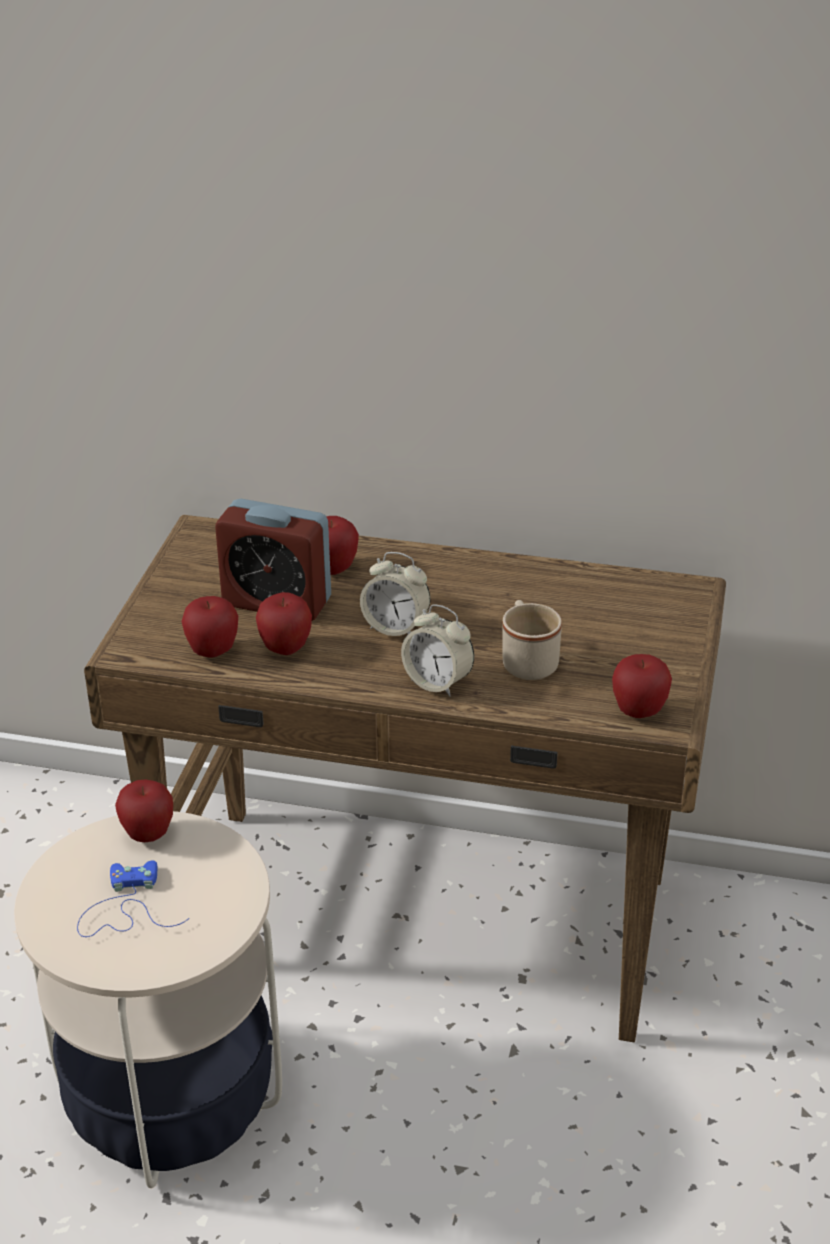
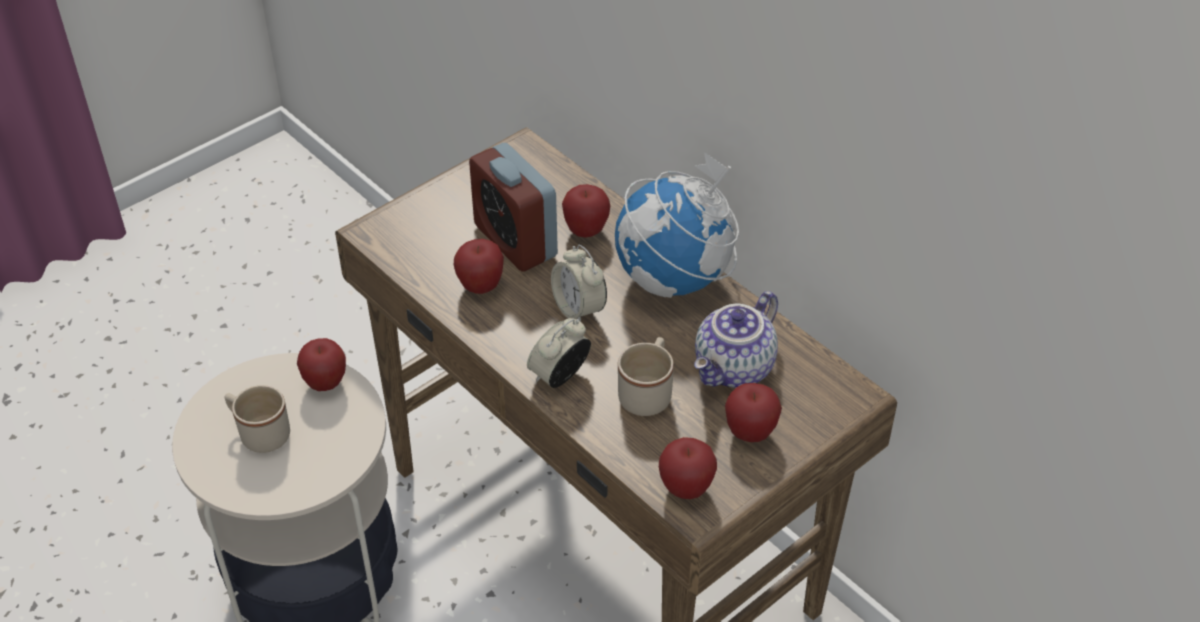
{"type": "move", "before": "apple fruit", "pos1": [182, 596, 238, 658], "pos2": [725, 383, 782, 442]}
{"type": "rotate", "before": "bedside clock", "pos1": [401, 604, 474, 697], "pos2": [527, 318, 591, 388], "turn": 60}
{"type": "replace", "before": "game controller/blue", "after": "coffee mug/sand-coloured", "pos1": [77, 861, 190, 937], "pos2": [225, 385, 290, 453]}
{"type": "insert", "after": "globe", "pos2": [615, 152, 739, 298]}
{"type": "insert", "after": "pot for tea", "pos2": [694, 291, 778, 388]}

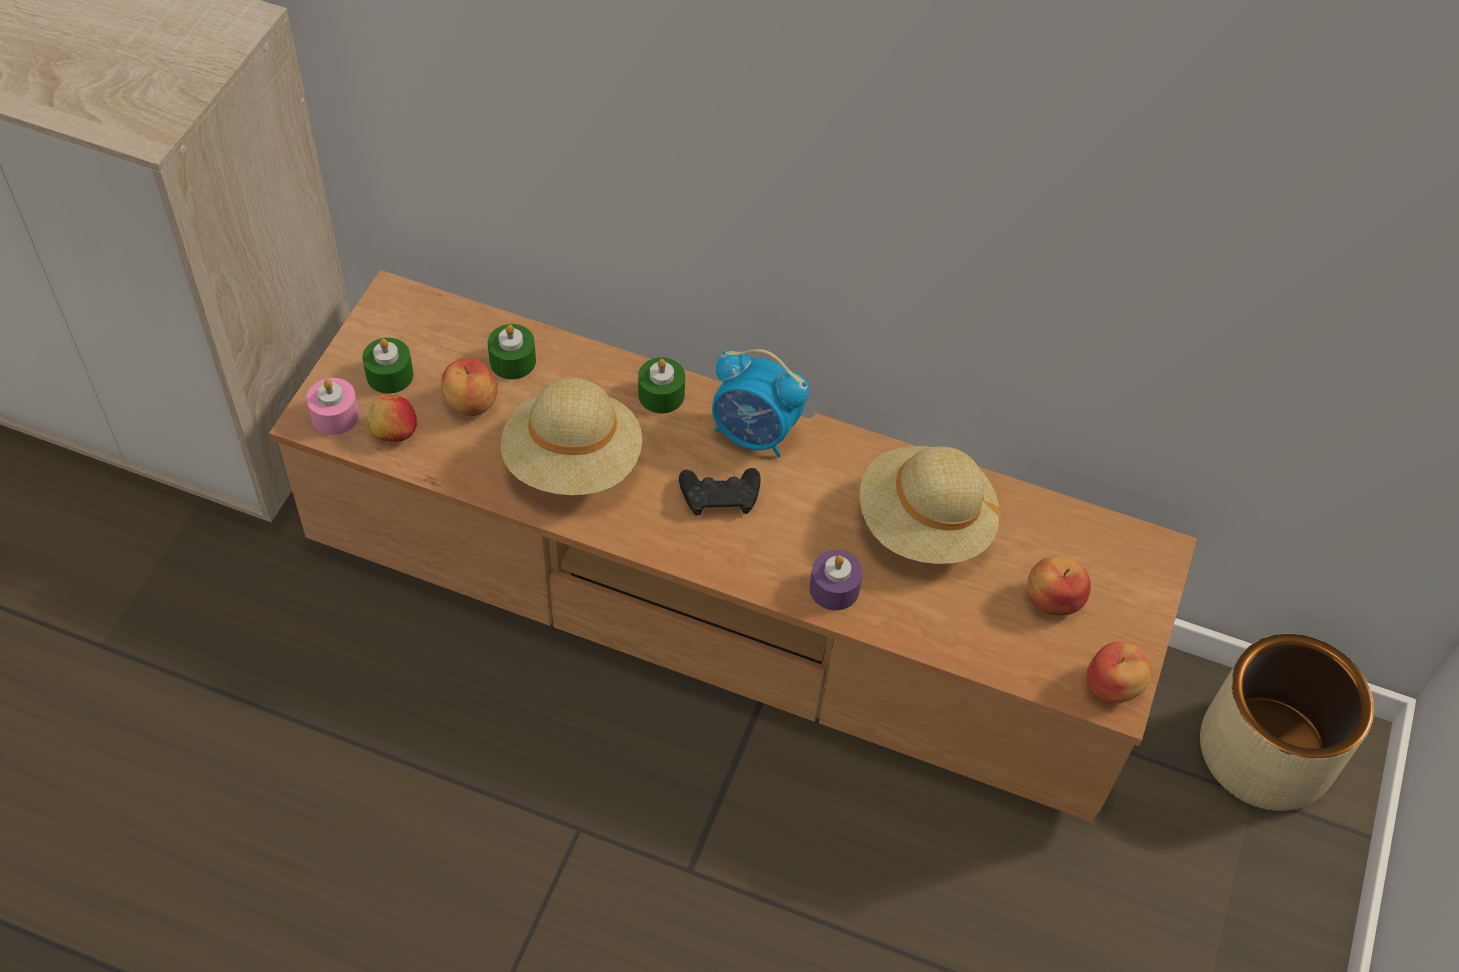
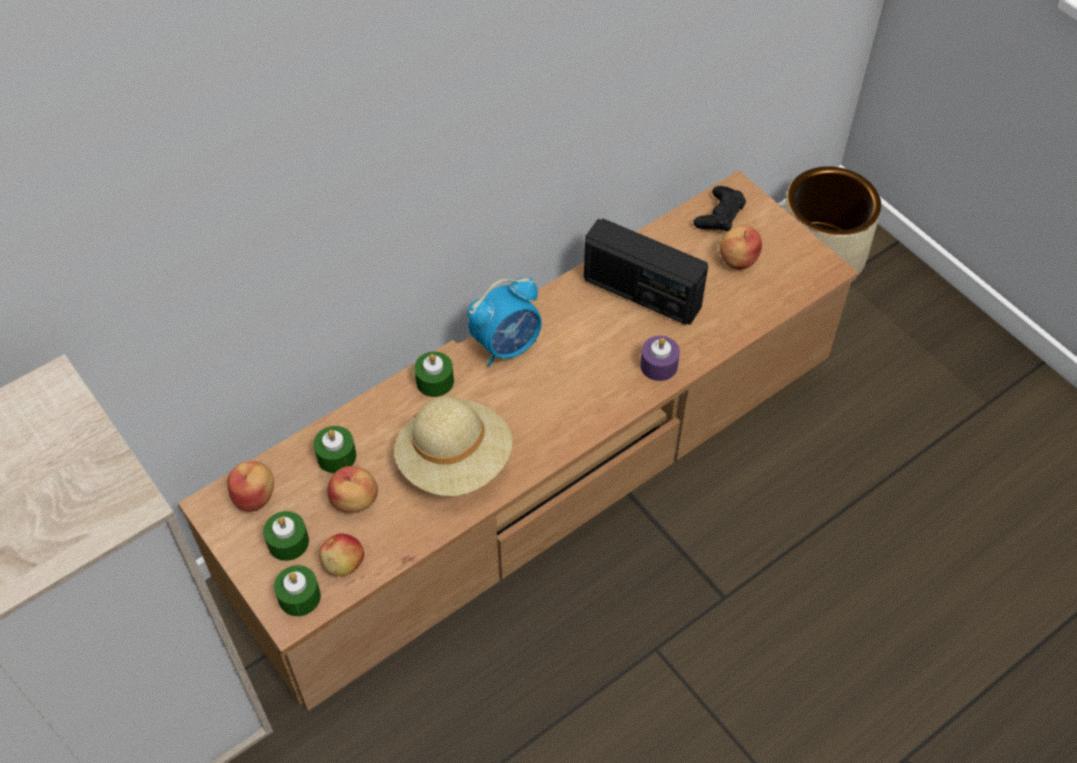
{"type": "recolor", "before": "wax light/pink", "after": "wax light/green", "pos1": [306, 378, 359, 435], "pos2": [274, 565, 321, 616]}
{"type": "replace", "before": "hat/sand-coloured", "after": "radio receiver", "pos1": [860, 446, 1000, 564], "pos2": [584, 219, 708, 325]}
{"type": "move", "before": "game controller/blackish", "pos1": [679, 468, 761, 516], "pos2": [693, 186, 746, 232]}
{"type": "move", "before": "apple fruit", "pos1": [1086, 641, 1152, 703], "pos2": [228, 461, 274, 512]}

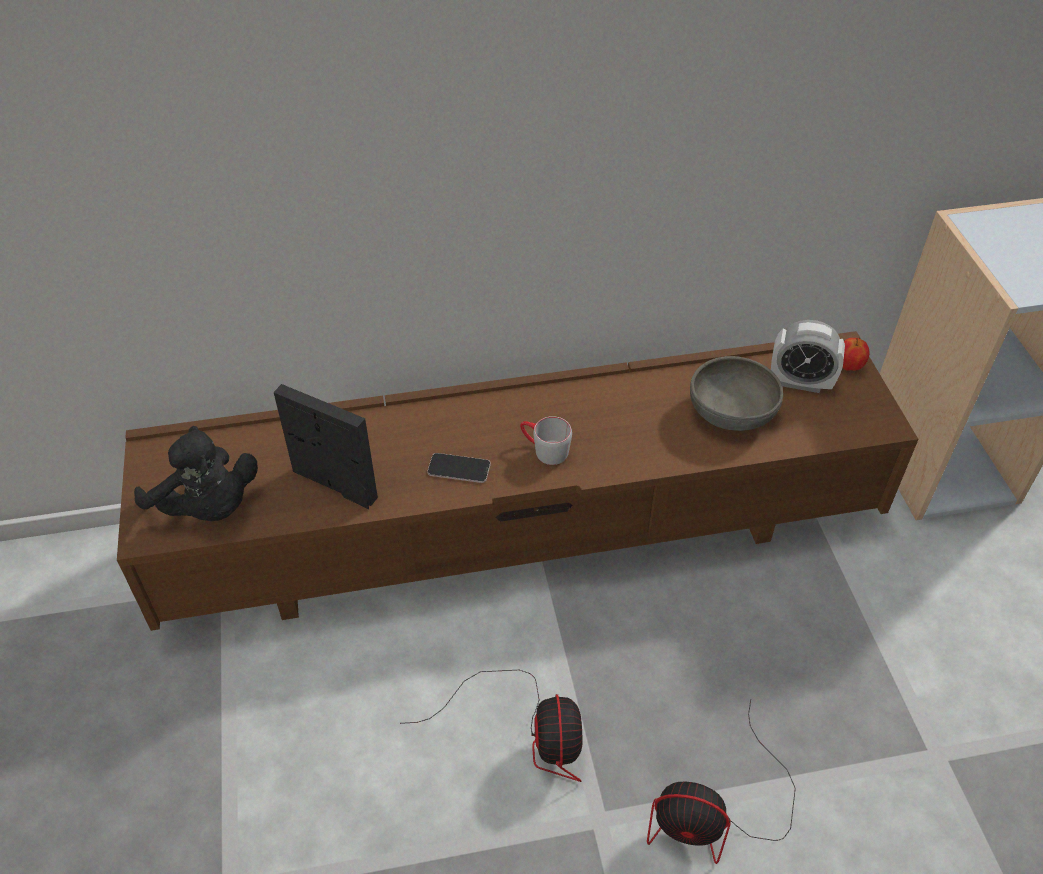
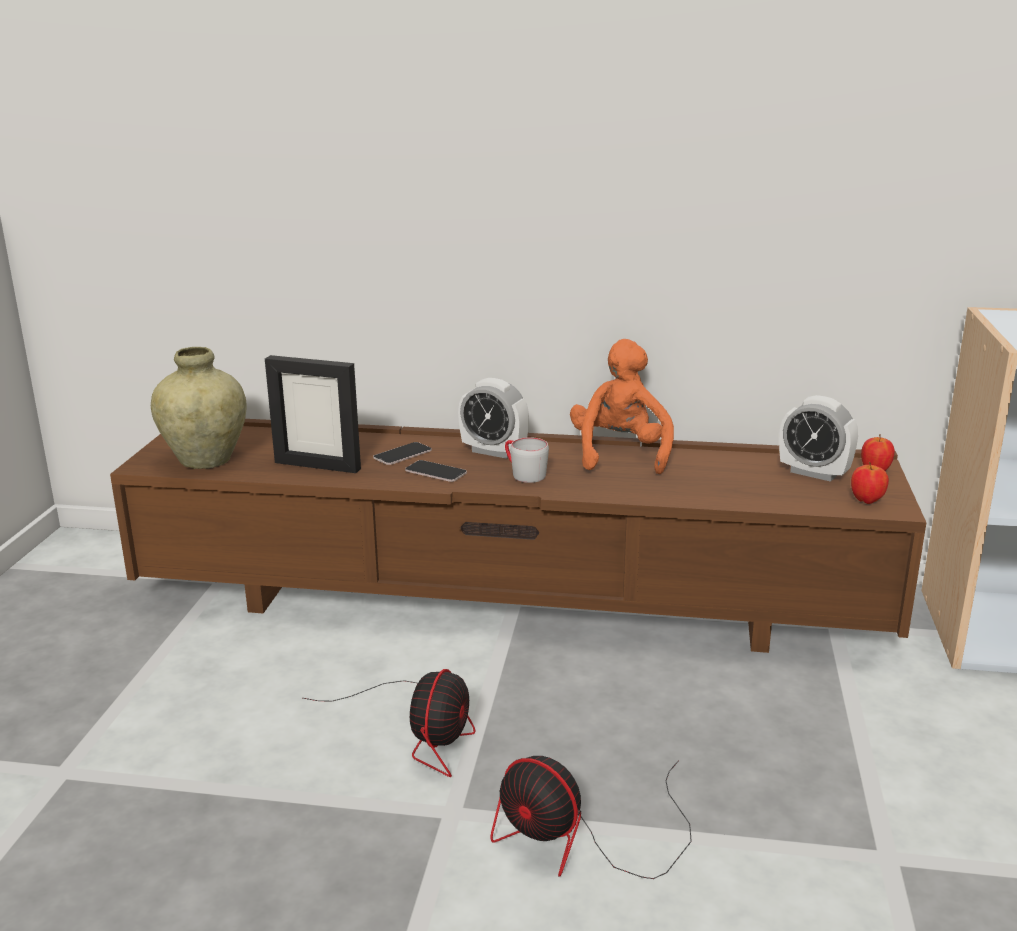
{"type": "delete", "before": "deep dish/gray", "pos1": [690, 356, 783, 431]}
{"type": "rotate", "before": "picture frame", "pos1": [274, 384, 378, 509], "pos2": [265, 355, 361, 473], "turn": 150}
{"type": "replace", "before": "plush toy/blackish", "after": "vase/sand-coloured", "pos1": [134, 426, 258, 521], "pos2": [151, 347, 246, 469]}
{"type": "insert", "after": "plush toy/orangey", "pos2": [570, 339, 674, 474]}
{"type": "insert", "after": "bedside clock", "pos2": [458, 378, 529, 459]}
{"type": "insert", "after": "phone", "pos2": [373, 442, 432, 465]}
{"type": "insert", "after": "apple fruit", "pos2": [851, 462, 889, 504]}

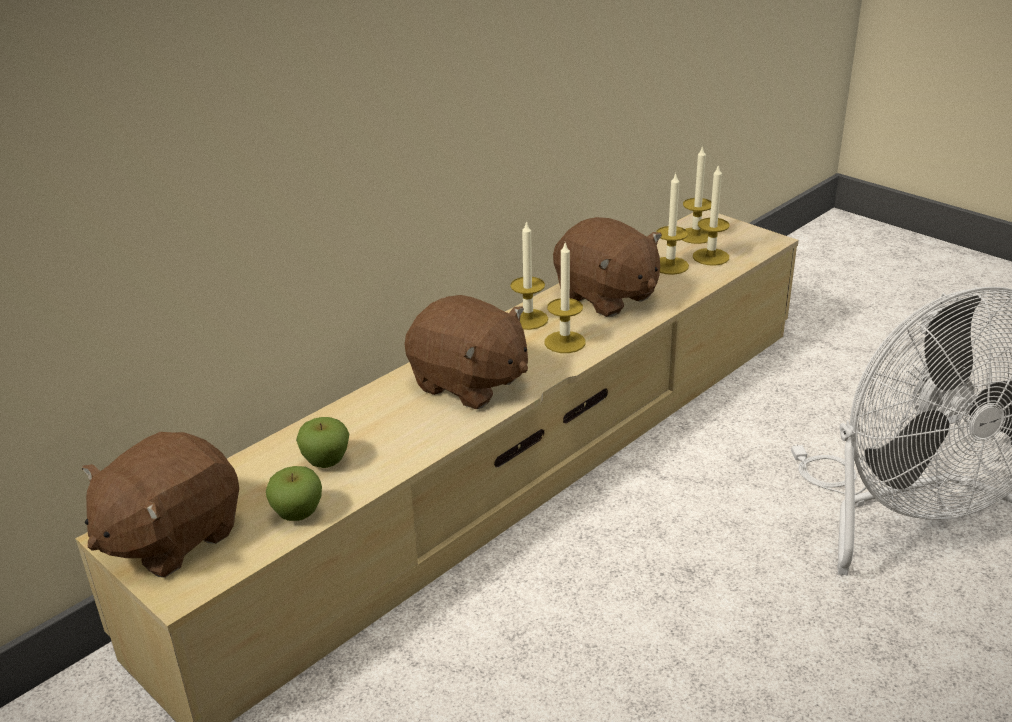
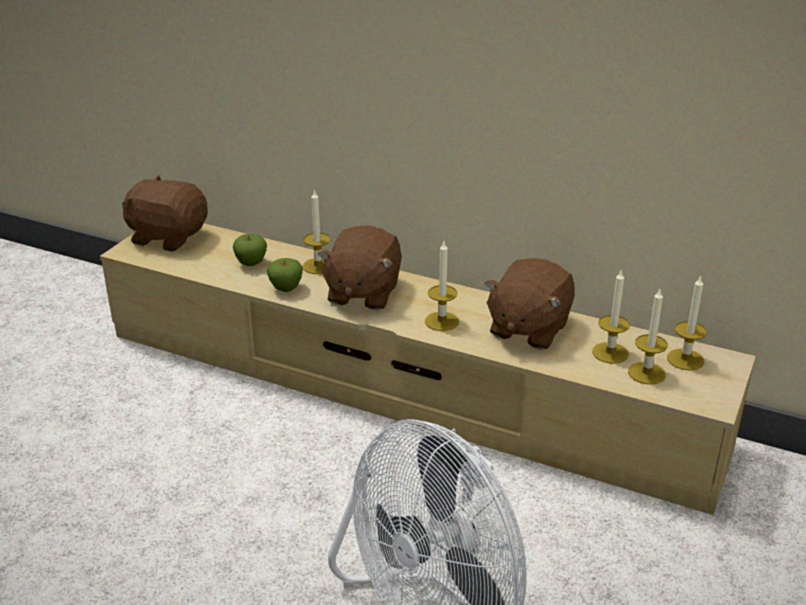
{"type": "move", "before": "wax light", "pos1": [510, 221, 548, 330], "pos2": [303, 189, 331, 274]}
{"type": "move", "before": "apple fruit", "pos1": [266, 466, 322, 521], "pos2": [267, 258, 303, 292]}

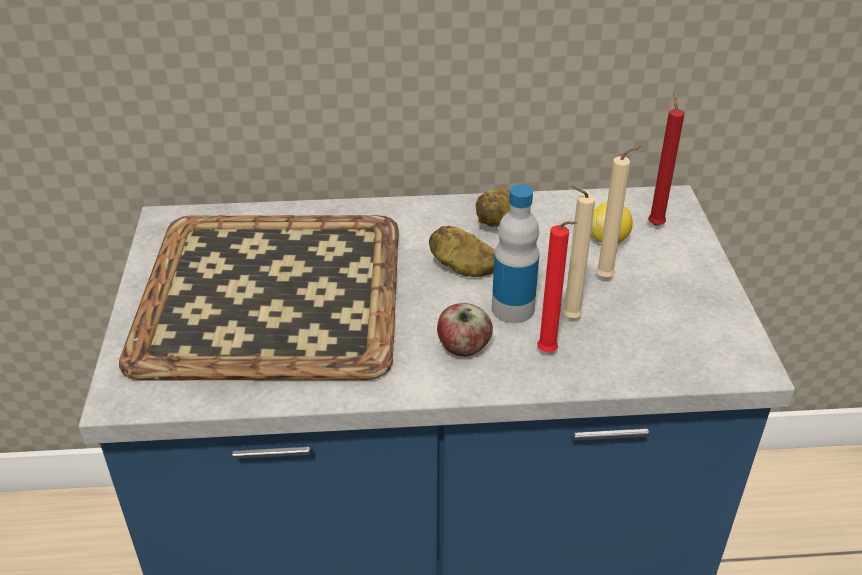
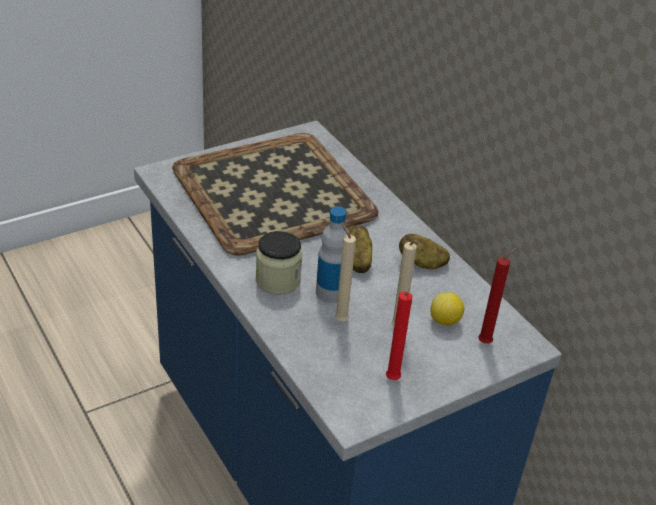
{"type": "move", "before": "wax light/reddish", "pos1": [537, 221, 578, 352], "pos2": [386, 291, 412, 380]}
{"type": "replace", "before": "apple fruit", "after": "jar", "pos1": [437, 303, 493, 356], "pos2": [256, 231, 302, 294]}

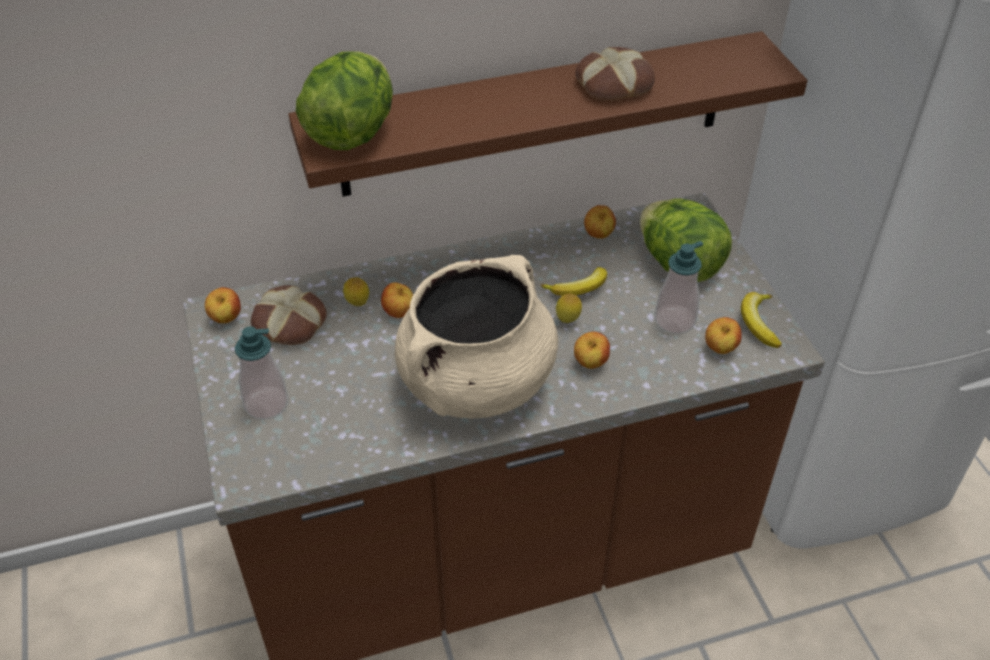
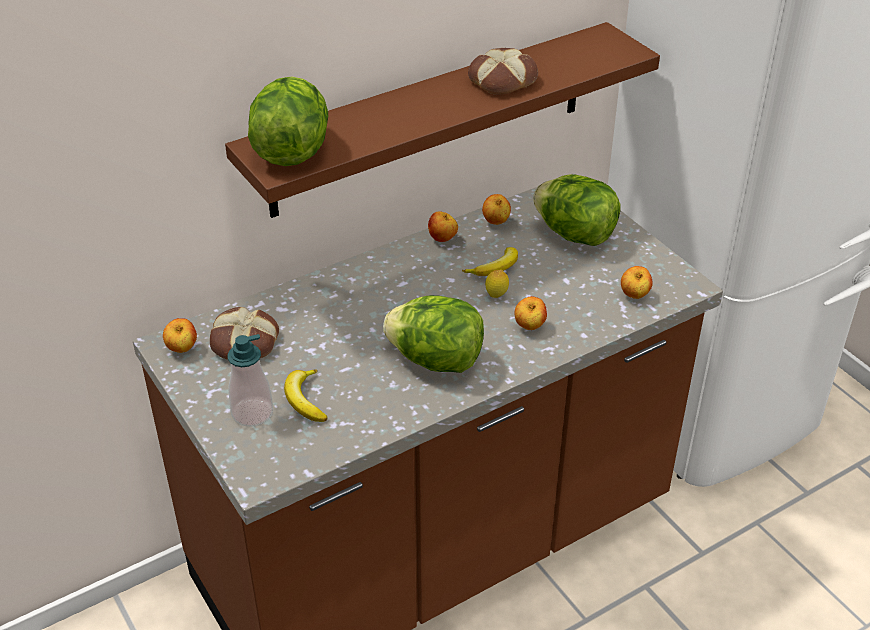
{"type": "delete", "before": "soap dispenser", "pos1": [655, 241, 703, 334]}
{"type": "replace", "before": "saucepot/sand-coloured", "after": "lettuce head", "pos1": [395, 255, 558, 418], "pos2": [383, 295, 484, 373]}
{"type": "delete", "before": "whole lemon", "pos1": [343, 278, 369, 306]}
{"type": "move", "before": "apple fruit", "pos1": [381, 282, 413, 318], "pos2": [428, 211, 458, 242]}
{"type": "move", "before": "banana fruit", "pos1": [741, 292, 782, 348], "pos2": [284, 369, 328, 422]}

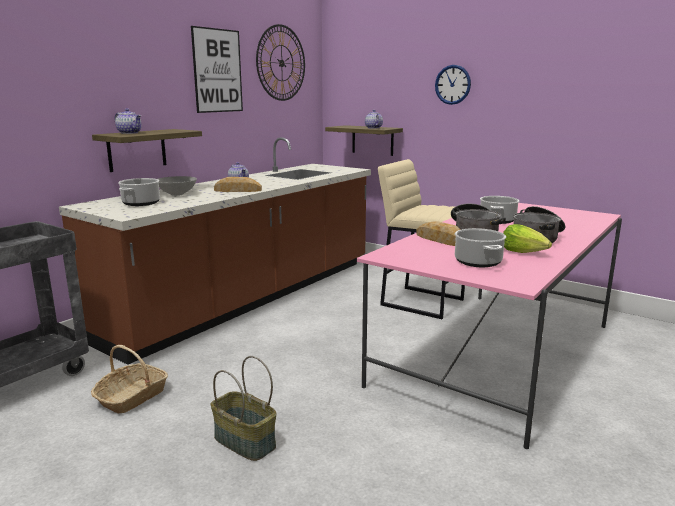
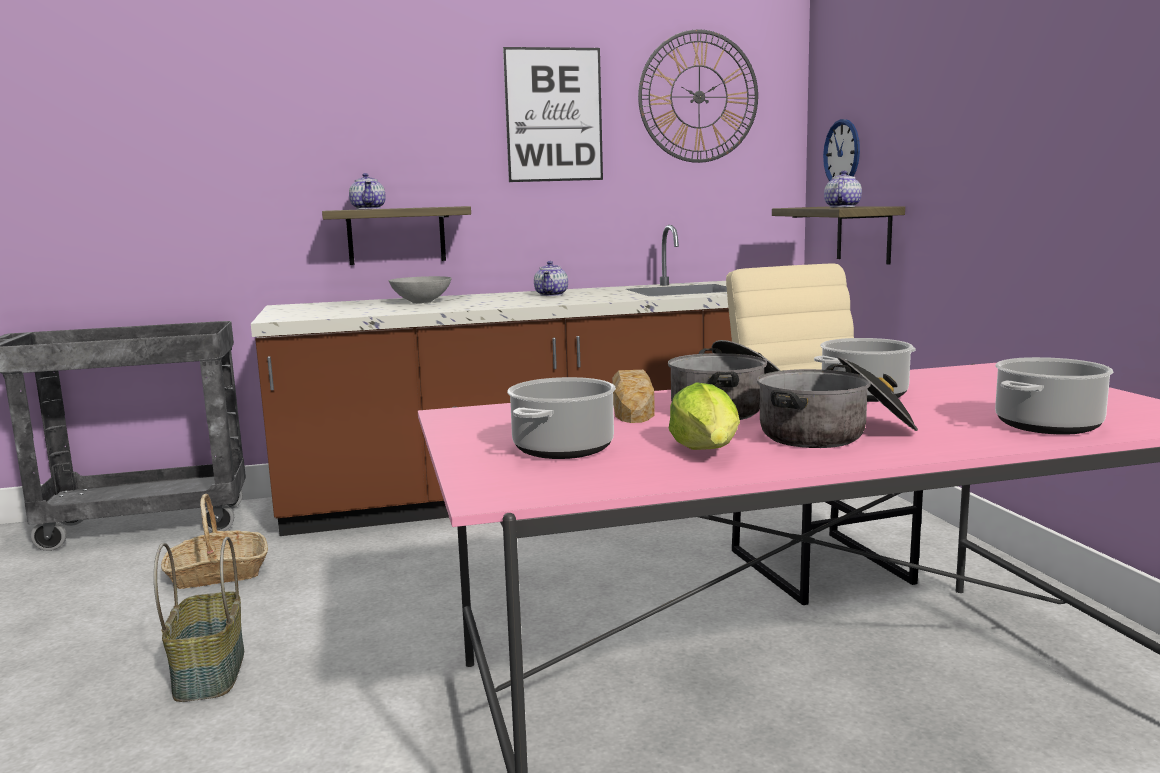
{"type": "move", "before": "hanging clock", "pos1": [435, 65, 471, 105], "pos2": [823, 119, 860, 181]}
{"type": "delete", "before": "baked bread", "pos1": [214, 177, 262, 192]}
{"type": "move", "before": "saucepot", "pos1": [118, 178, 160, 206], "pos2": [995, 357, 1113, 435]}

